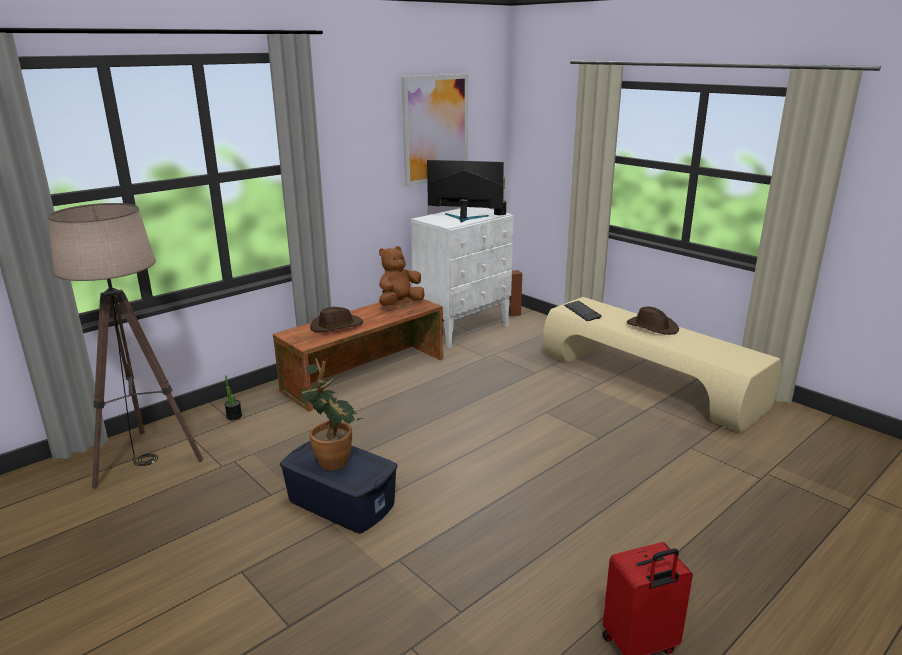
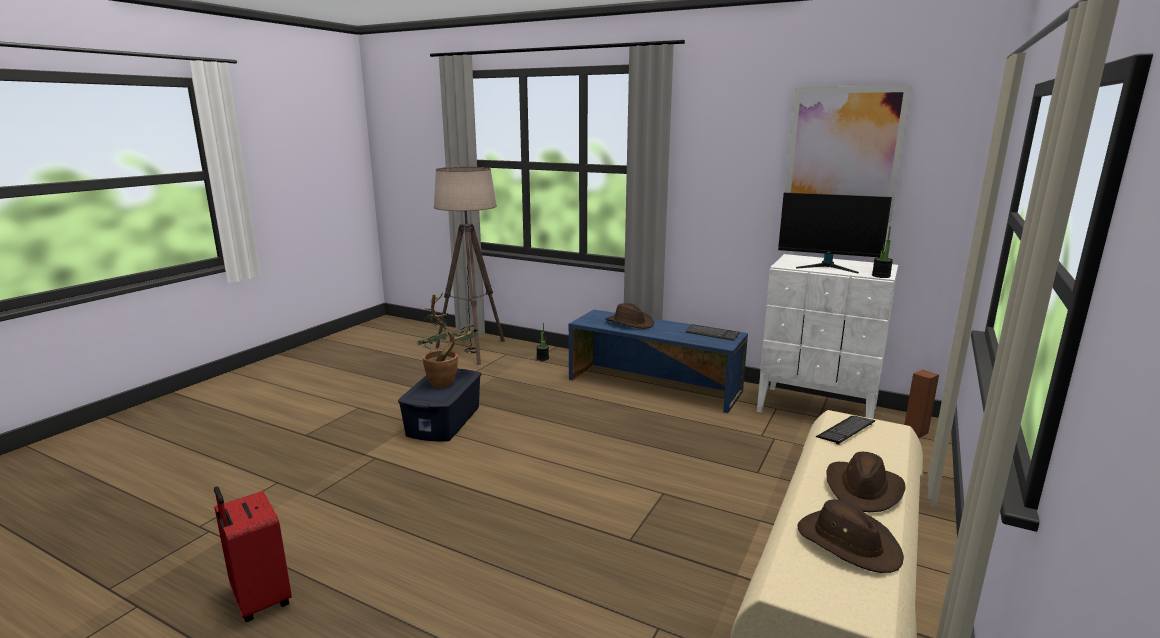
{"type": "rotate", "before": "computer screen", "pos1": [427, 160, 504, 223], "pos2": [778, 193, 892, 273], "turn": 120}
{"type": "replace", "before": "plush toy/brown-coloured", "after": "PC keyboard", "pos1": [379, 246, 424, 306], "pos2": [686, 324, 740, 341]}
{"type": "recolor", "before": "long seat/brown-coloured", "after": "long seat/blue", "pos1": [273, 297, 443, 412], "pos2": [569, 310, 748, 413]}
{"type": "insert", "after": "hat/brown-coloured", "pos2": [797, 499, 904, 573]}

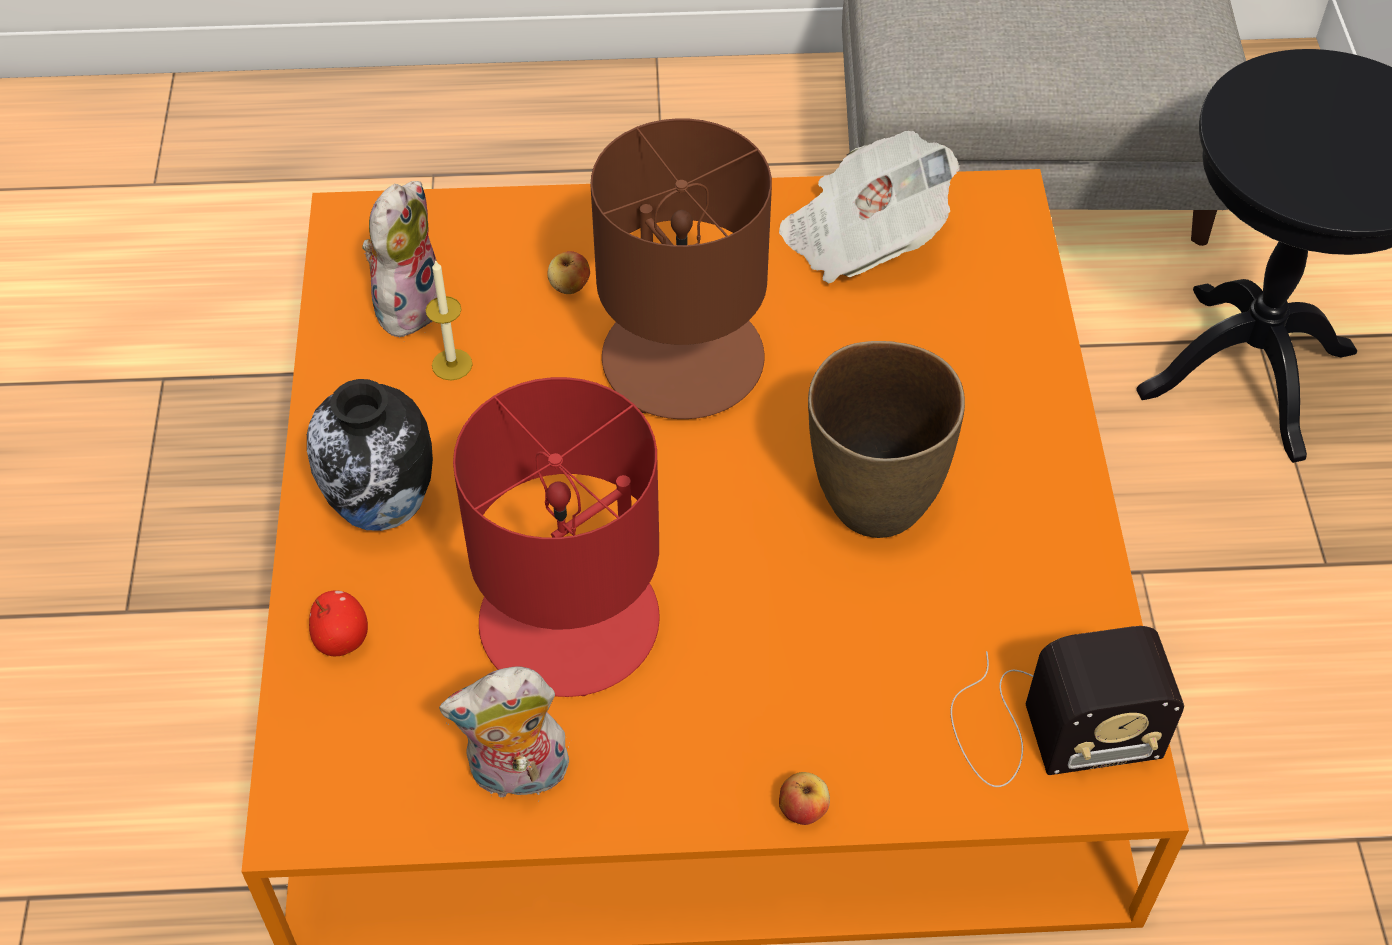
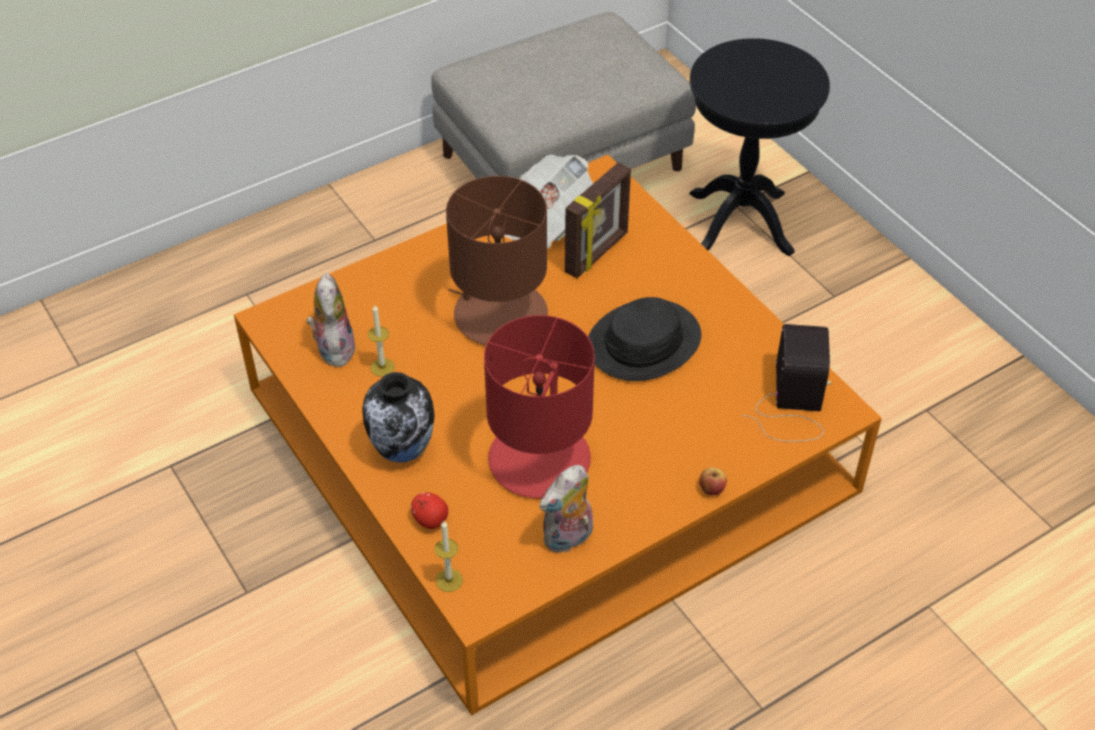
{"type": "delete", "before": "apple fruit", "pos1": [548, 251, 590, 294]}
{"type": "replace", "before": "vase/brown-coloured", "after": "hat/blackish", "pos1": [808, 341, 965, 538], "pos2": [588, 297, 701, 381]}
{"type": "rotate", "before": "radio receiver", "pos1": [950, 626, 1184, 787], "pos2": [742, 324, 831, 442], "turn": -45}
{"type": "insert", "after": "picture frame", "pos2": [565, 162, 631, 278]}
{"type": "insert", "after": "wax light", "pos2": [435, 521, 463, 592]}

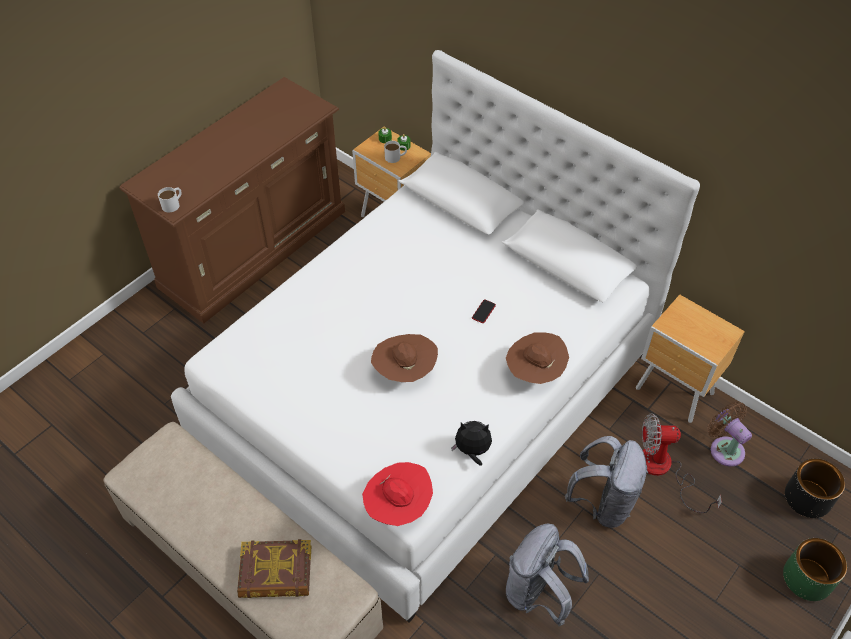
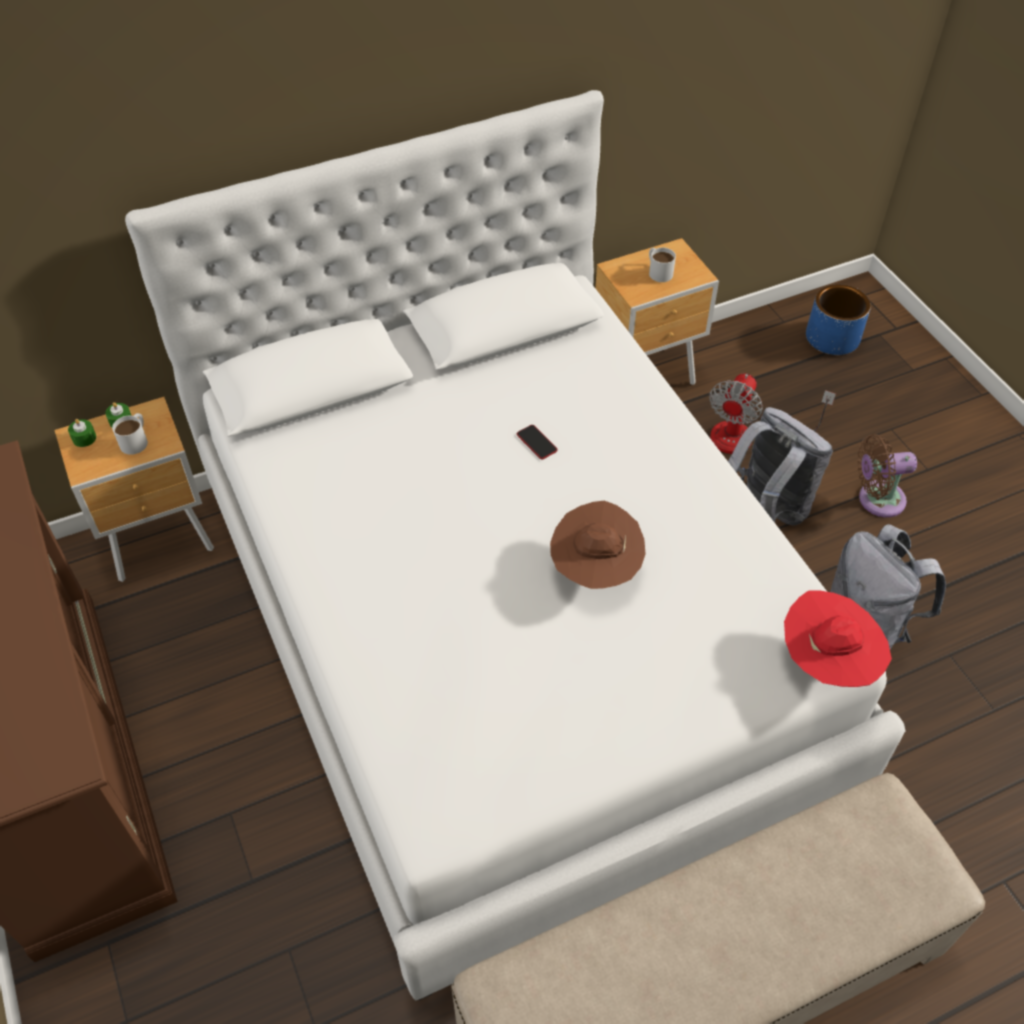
{"type": "move", "before": "coffee mug/white", "pos1": [158, 187, 182, 212], "pos2": [649, 248, 676, 282]}
{"type": "delete", "before": "hat/brown-coloured", "pos1": [506, 332, 569, 384]}
{"type": "move", "before": "fan/brown-coloured", "pos1": [707, 401, 752, 467], "pos2": [857, 434, 917, 517]}
{"type": "delete", "before": "plush toy", "pos1": [451, 421, 492, 466]}
{"type": "recolor", "before": "planter/blackish", "after": "planter/blue", "pos1": [785, 458, 845, 518], "pos2": [806, 284, 871, 355]}
{"type": "delete", "before": "planter/green", "pos1": [783, 538, 847, 601]}
{"type": "delete", "before": "volume", "pos1": [237, 539, 311, 598]}

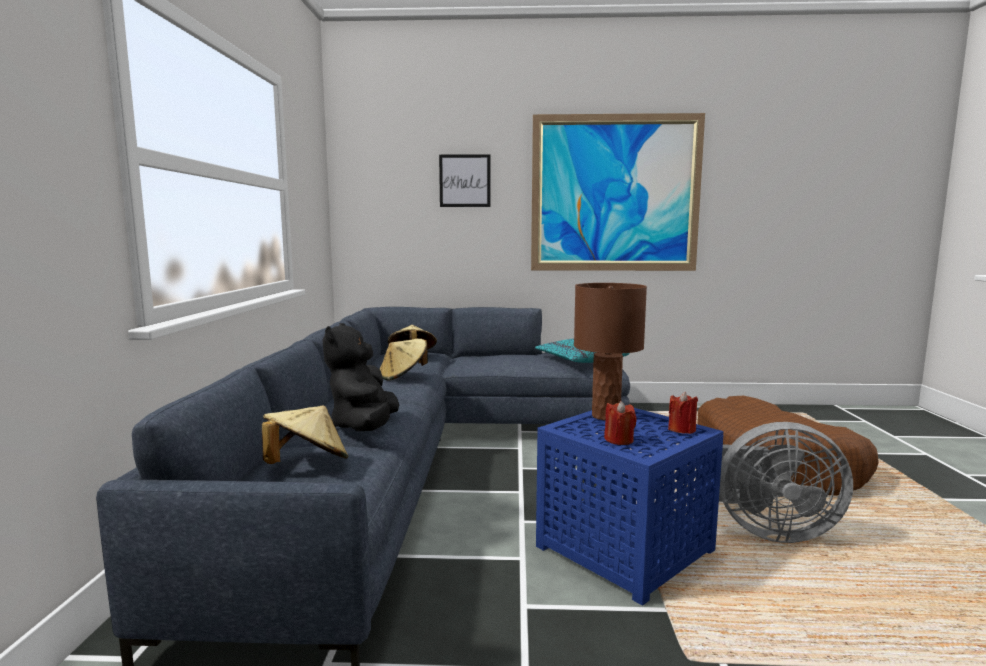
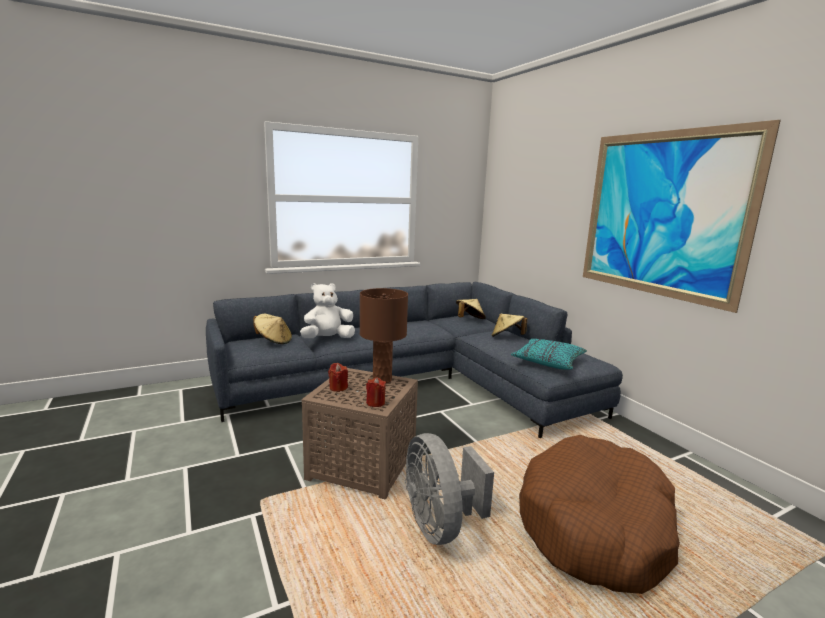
{"type": "delete", "before": "picture", "pos1": [439, 154, 490, 207]}
{"type": "recolor", "before": "plush toy/blackish", "after": "plush toy/white", "pos1": [322, 323, 399, 431], "pos2": [300, 283, 355, 338]}
{"type": "move", "before": "hat/sand-coloured", "pos1": [380, 339, 428, 380], "pos2": [492, 314, 527, 337]}
{"type": "recolor", "before": "end table/blue", "after": "end table/brown-coloured", "pos1": [536, 408, 723, 606], "pos2": [302, 368, 418, 500]}

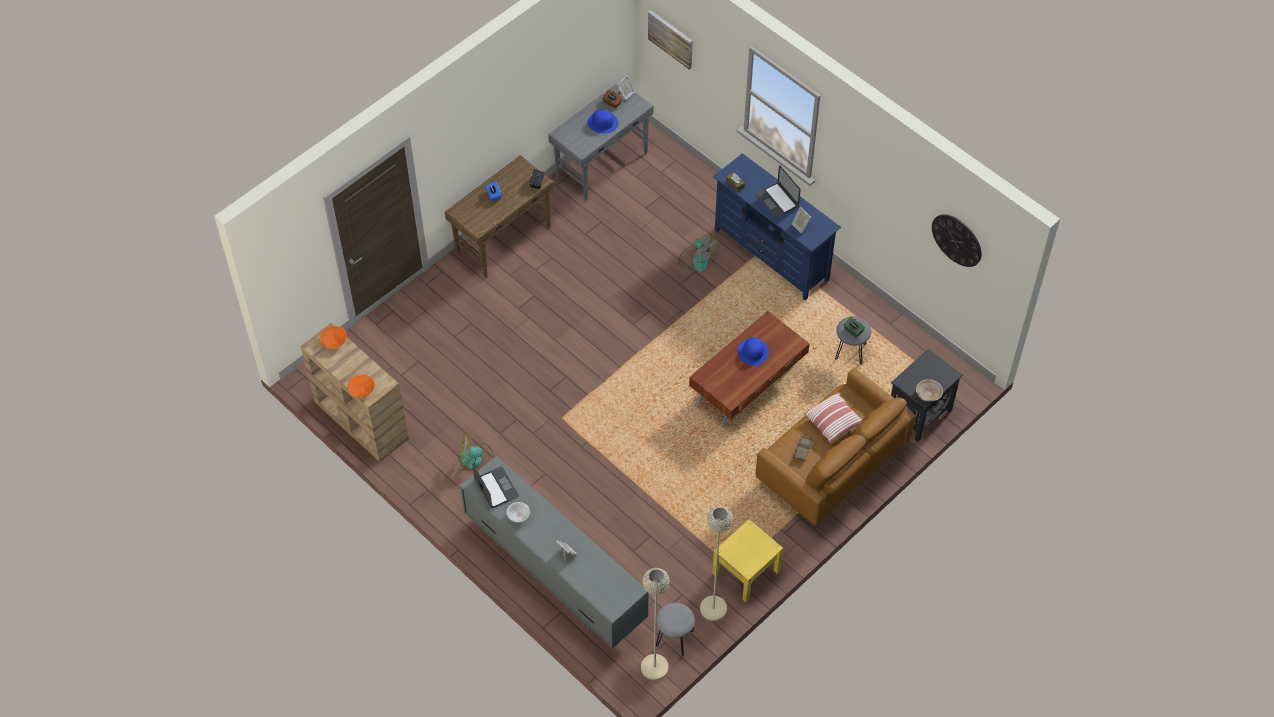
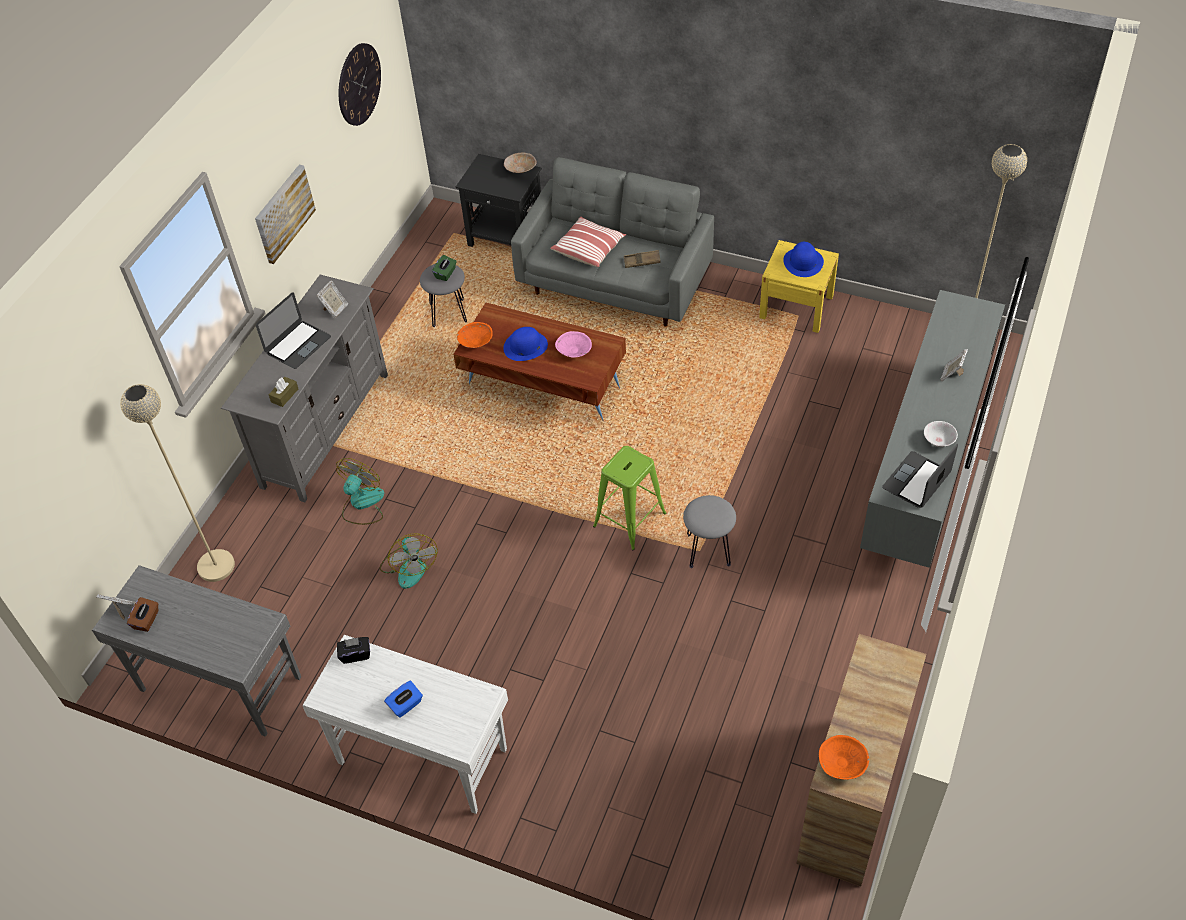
{"type": "move", "before": "picture", "pos1": [648, 10, 693, 69], "pos2": [255, 164, 316, 264]}
{"type": "move", "before": "hat/blue", "pos1": [587, 110, 618, 134], "pos2": [783, 242, 824, 277]}
{"type": "recolor", "before": "tv unit/blue", "after": "tv unit/gray", "pos1": [713, 153, 841, 300], "pos2": [221, 275, 388, 502]}
{"type": "recolor", "before": "console table/brown-coloured", "after": "console table/white", "pos1": [445, 155, 554, 278], "pos2": [302, 635, 508, 814]}
{"type": "recolor", "before": "settee/brown-coloured", "after": "settee/gray", "pos1": [755, 368, 915, 526], "pos2": [511, 157, 714, 327]}
{"type": "move", "before": "deep dish/orangey", "pos1": [348, 374, 375, 398], "pos2": [457, 322, 493, 348]}
{"type": "move", "before": "fan", "pos1": [459, 433, 494, 469], "pos2": [380, 533, 438, 589]}
{"type": "move", "before": "standard lamp/sand-coloured", "pos1": [700, 506, 733, 621], "pos2": [120, 384, 235, 582]}
{"type": "move", "before": "sitting stool/gray", "pos1": [656, 603, 695, 656], "pos2": [683, 495, 736, 568]}
{"type": "insert", "after": "deep dish/pink", "pos2": [555, 331, 592, 358]}
{"type": "insert", "after": "sitting stool/green", "pos2": [593, 446, 666, 550]}

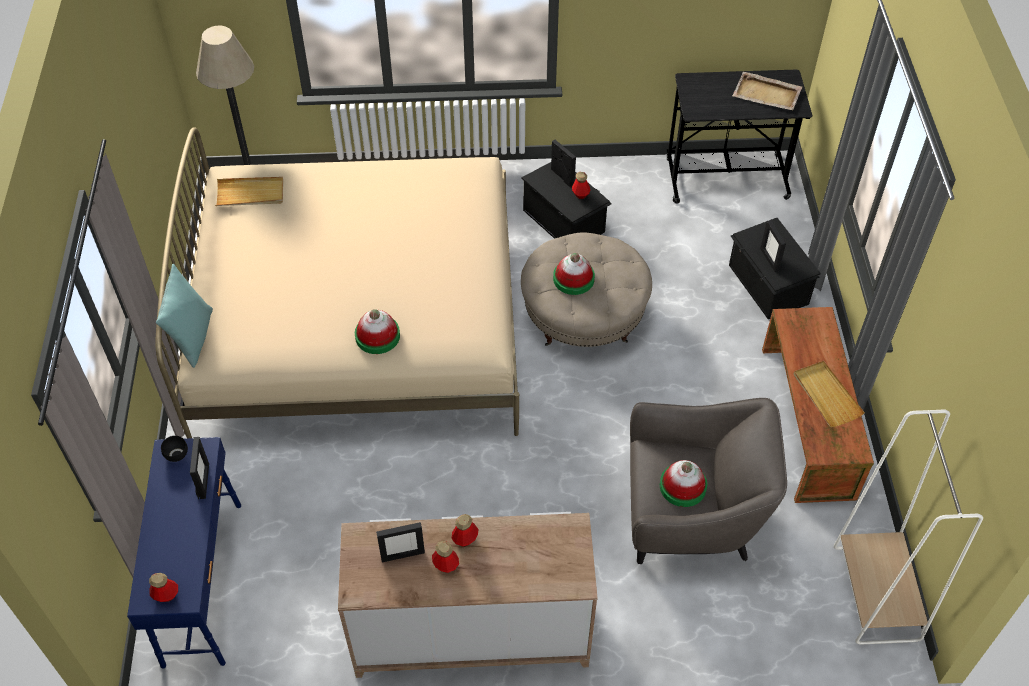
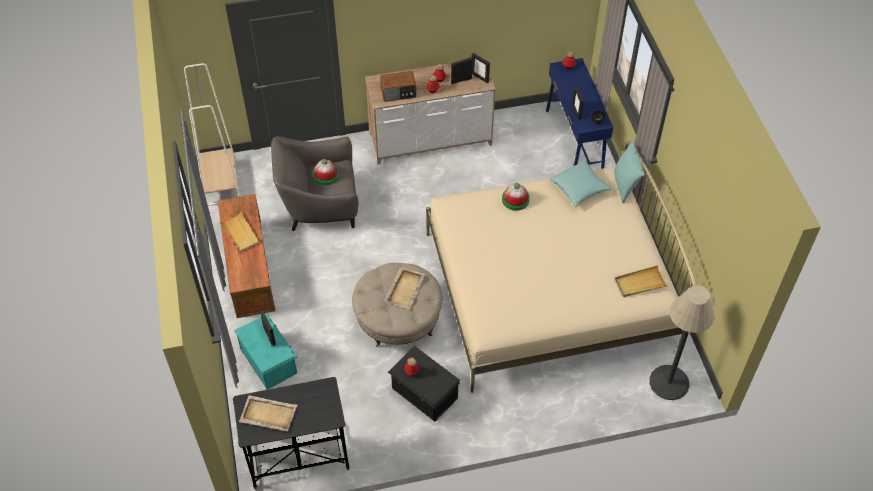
{"type": "move", "before": "picture frame", "pos1": [551, 140, 576, 187], "pos2": [472, 53, 490, 83]}
{"type": "recolor", "before": "storage container/blackish", "after": "storage container/turquoise-coloured", "pos1": [729, 218, 821, 319], "pos2": [234, 314, 297, 390]}
{"type": "replace", "before": "hat", "after": "serving tray/sand-coloured", "pos1": [553, 253, 595, 295], "pos2": [385, 267, 425, 310]}
{"type": "insert", "after": "radio receiver", "pos2": [380, 71, 416, 102]}
{"type": "insert", "after": "throw pillow/turquoise-coloured", "pos2": [549, 159, 611, 207]}

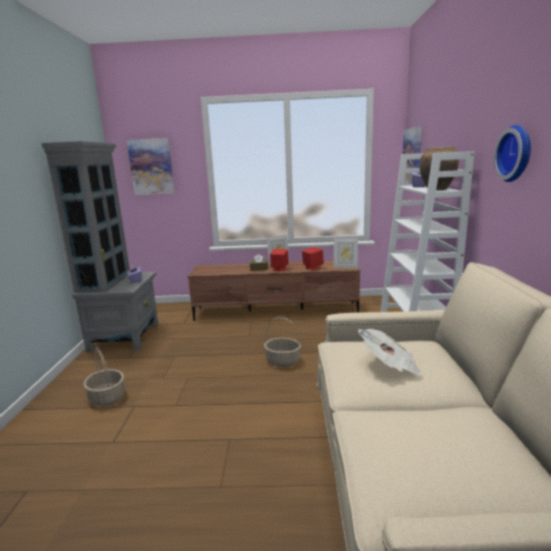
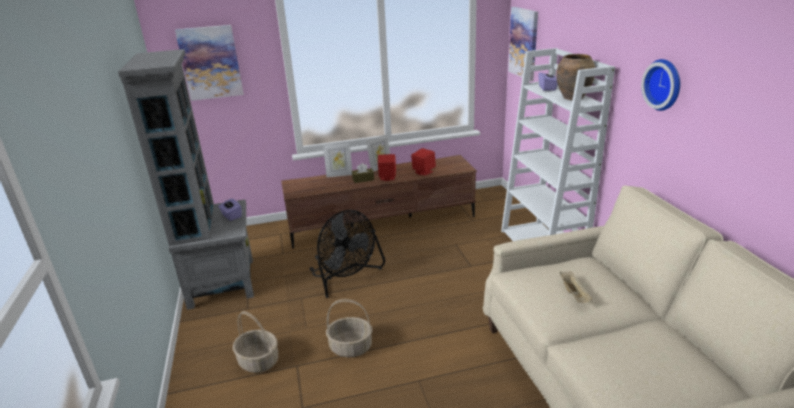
{"type": "move", "before": "picture frame", "pos1": [334, 238, 358, 268], "pos2": [323, 143, 352, 177]}
{"type": "move", "before": "storage basket", "pos1": [264, 316, 301, 367], "pos2": [326, 299, 372, 357]}
{"type": "replace", "before": "daily paper", "after": "serving tray/sand-coloured", "pos1": [358, 329, 423, 376], "pos2": [559, 272, 592, 303]}
{"type": "insert", "after": "fan/blackish", "pos2": [309, 210, 385, 298]}

